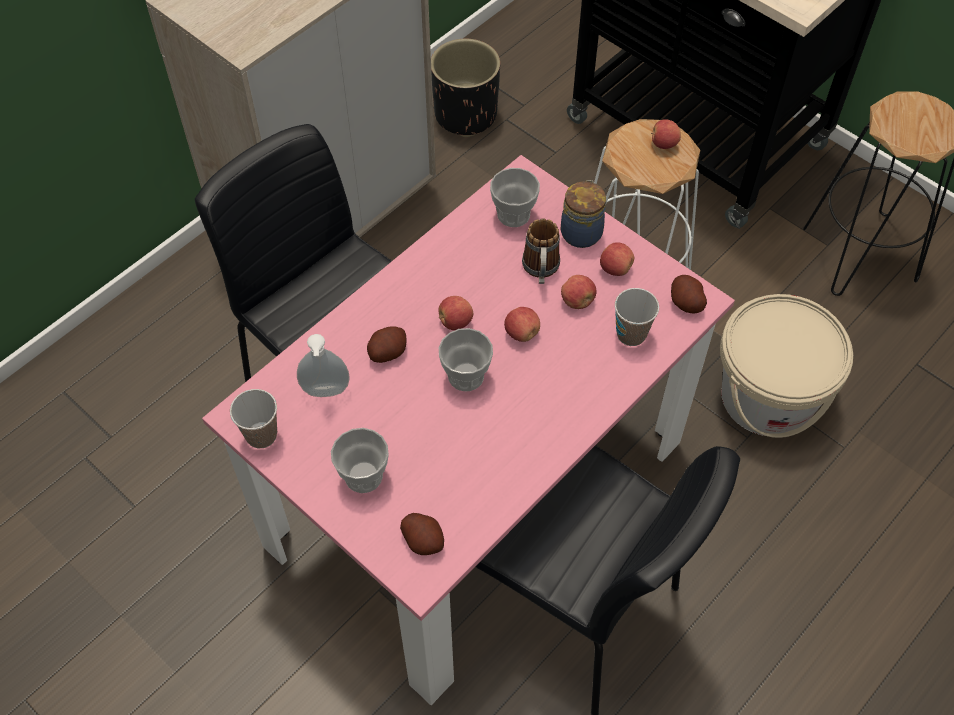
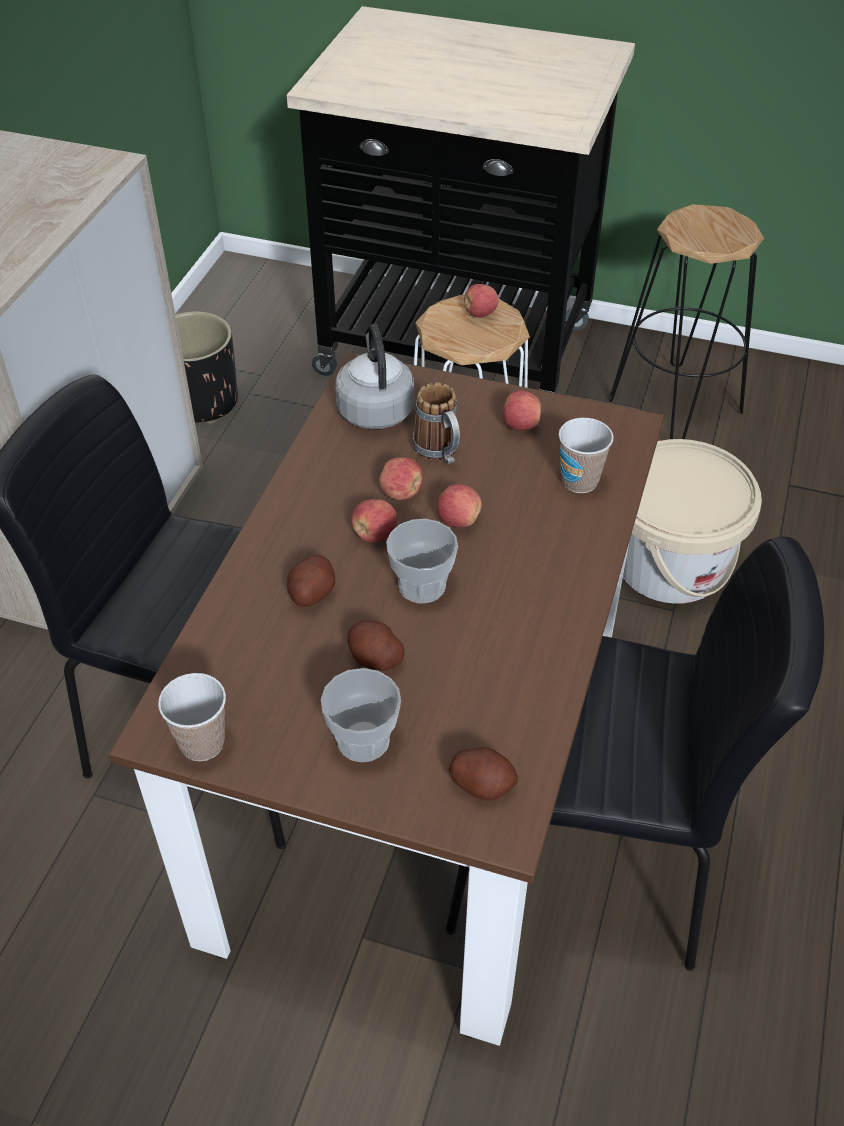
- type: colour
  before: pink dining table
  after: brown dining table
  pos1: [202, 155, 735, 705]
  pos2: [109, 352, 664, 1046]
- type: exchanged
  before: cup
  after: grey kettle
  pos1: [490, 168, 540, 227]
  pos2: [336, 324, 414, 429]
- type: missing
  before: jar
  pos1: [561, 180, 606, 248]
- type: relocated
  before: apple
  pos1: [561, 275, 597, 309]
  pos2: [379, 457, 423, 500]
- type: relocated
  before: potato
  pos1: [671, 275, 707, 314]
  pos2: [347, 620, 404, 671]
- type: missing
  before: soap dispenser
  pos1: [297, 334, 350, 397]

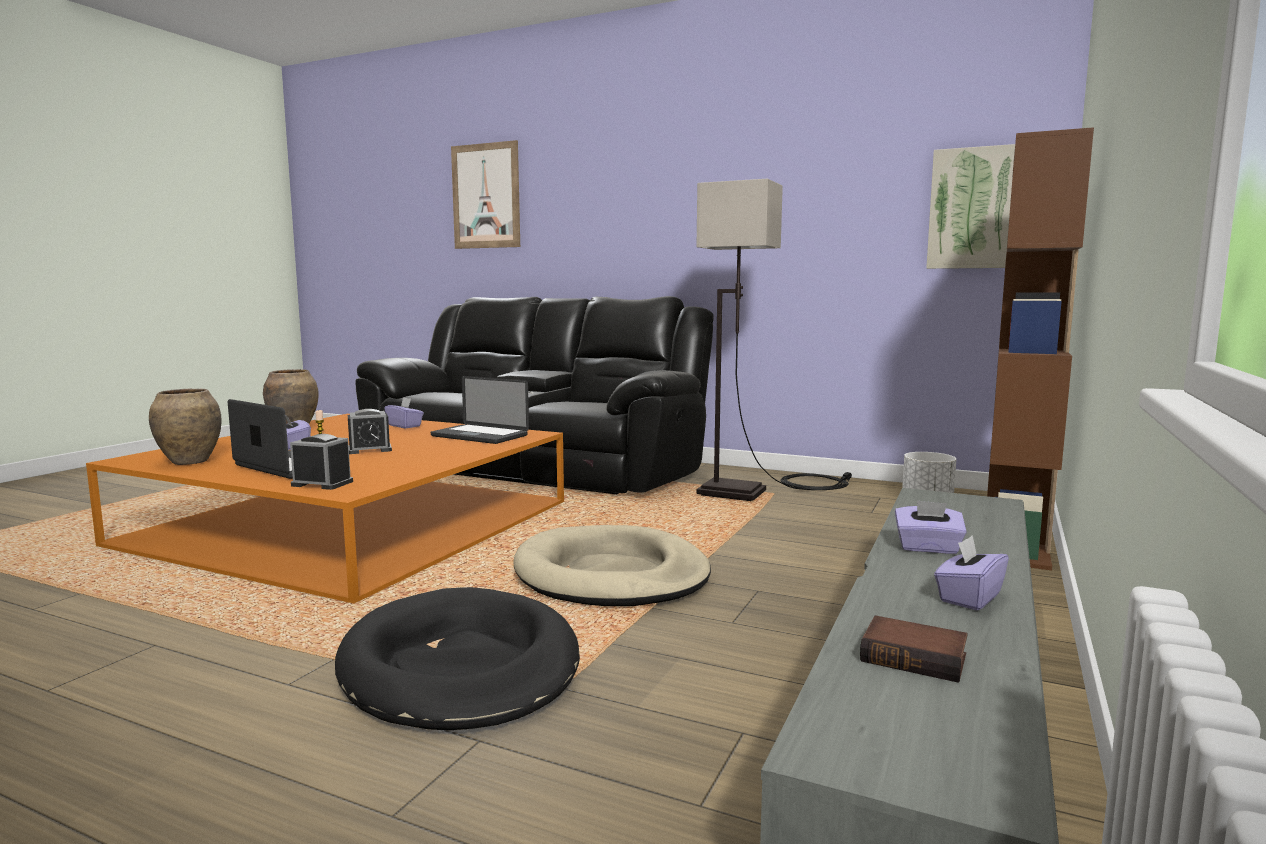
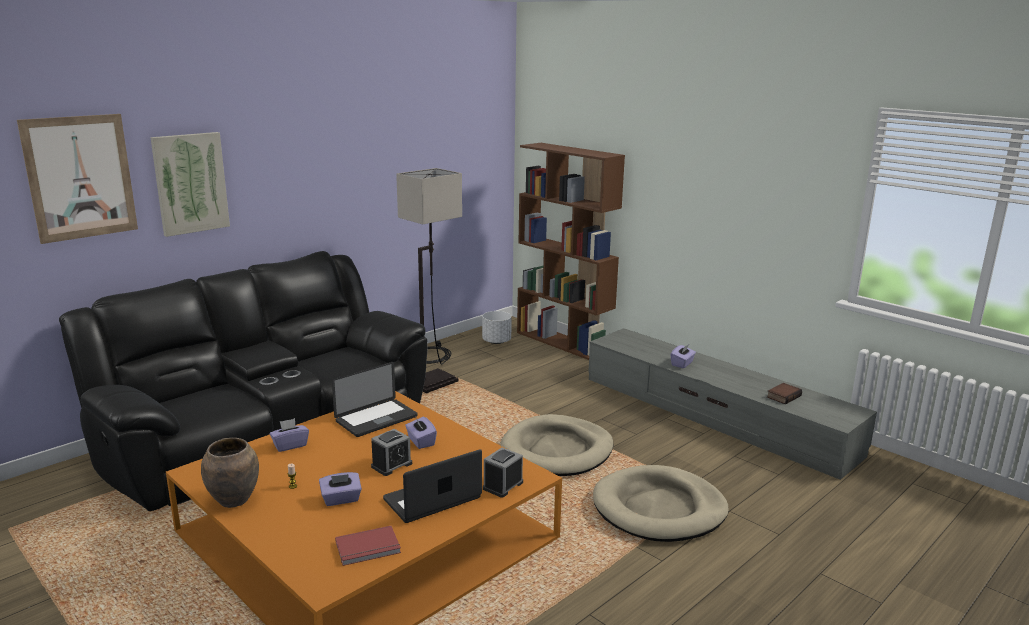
- type: relocated
  before: picture
  pos1: [926, 144, 1015, 269]
  pos2: [150, 132, 230, 237]
- type: exchanged
  before: brown vase
  after: red book
  pos1: [149, 389, 221, 465]
  pos2: [335, 526, 401, 566]
- type: spun
  before: alarm clock
  pos1: [348, 409, 392, 454]
  pos2: [371, 429, 412, 476]
  turn: 45
- type: relocated
  before: purple tissue box
  pos1: [934, 535, 1009, 610]
  pos2: [405, 417, 437, 449]
- type: colour
  before: black dog bed
  after: beige dog bed
  pos1: [335, 587, 580, 730]
  pos2: [593, 465, 729, 542]

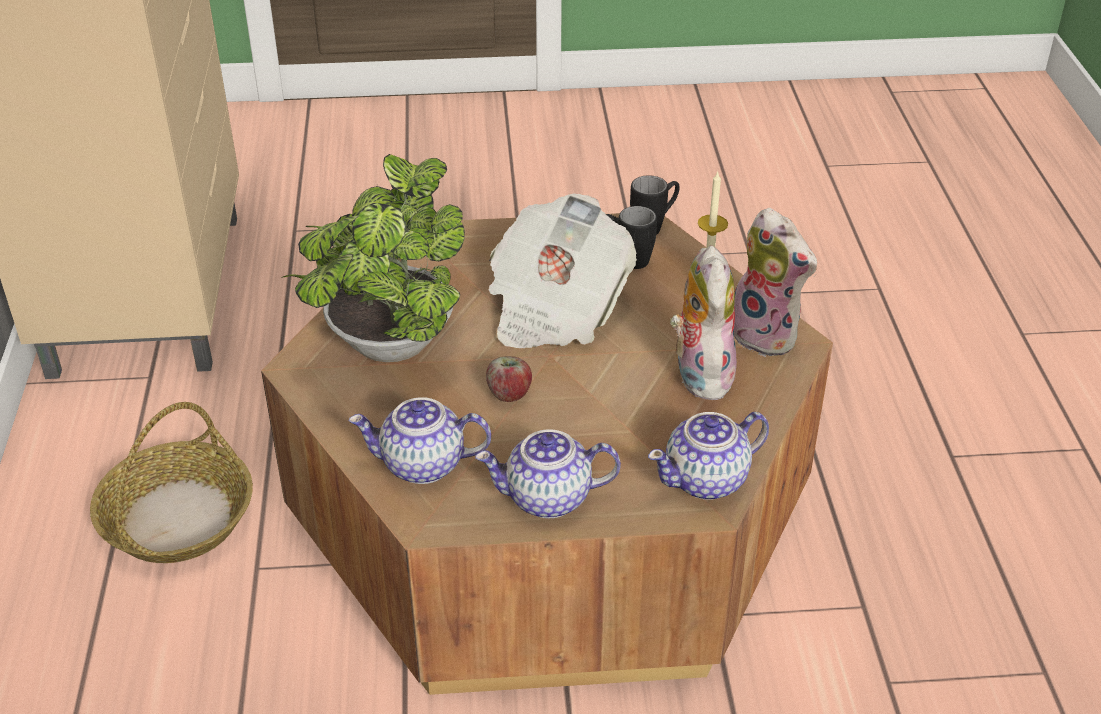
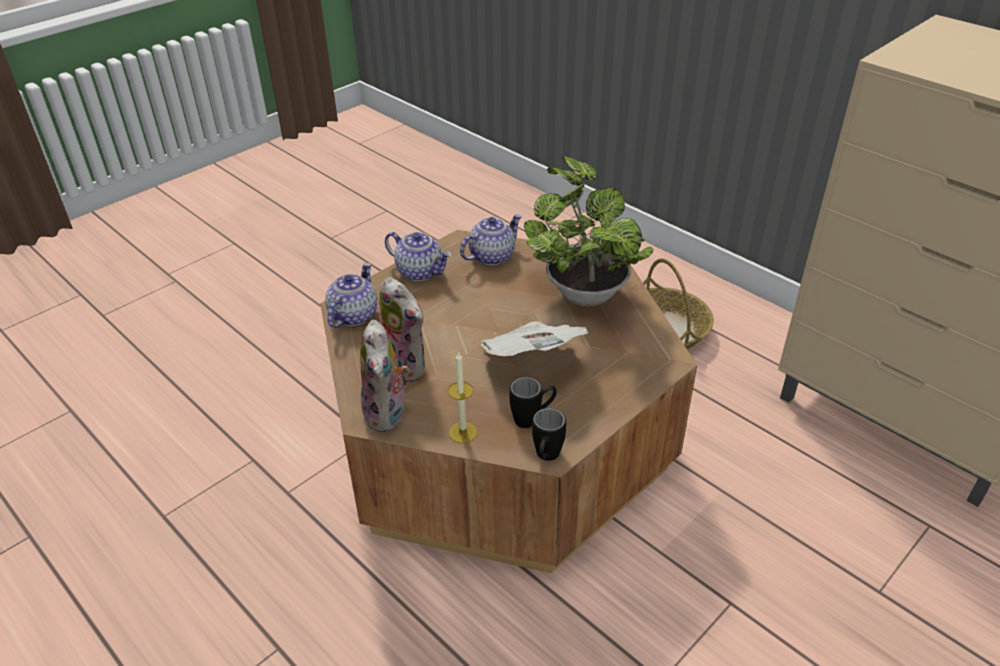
- type: spun
  before: plush toy
  pos1: [734, 208, 817, 357]
  pos2: [360, 320, 410, 432]
  turn: -105
- type: missing
  before: apple
  pos1: [486, 356, 532, 402]
- type: spun
  before: teapot
  pos1: [475, 429, 621, 518]
  pos2: [385, 232, 452, 281]
  turn: 75

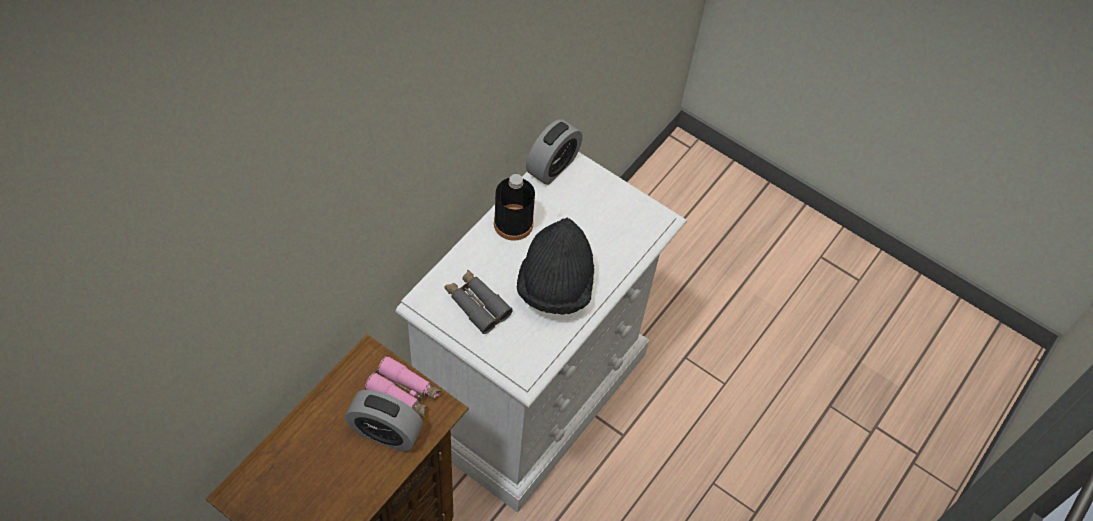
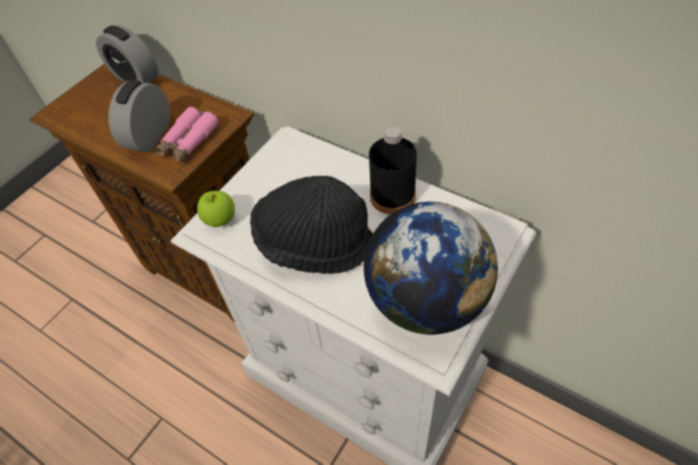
- type: relocated
  before: alarm clock
  pos1: [526, 119, 583, 185]
  pos2: [96, 25, 158, 83]
- type: missing
  before: grey binoculars
  pos1: [444, 269, 513, 334]
- type: appeared
  after: apple
  pos2: [197, 191, 235, 227]
- type: appeared
  after: globe
  pos2: [364, 201, 498, 335]

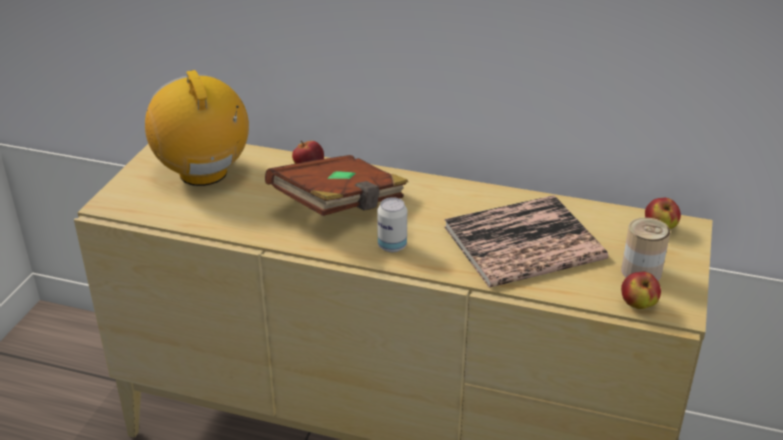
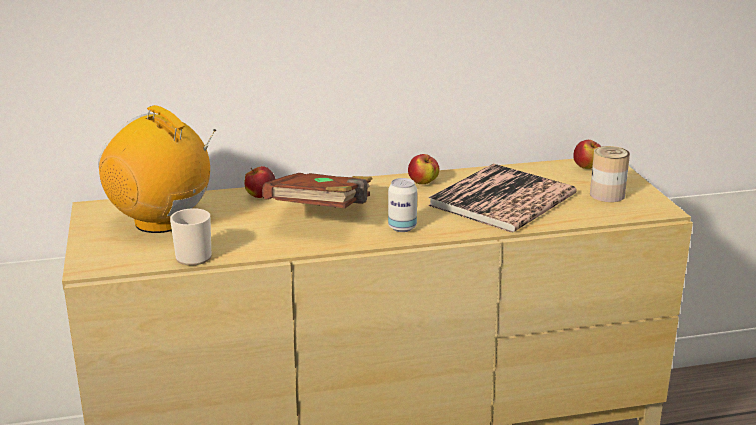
- type: relocated
  before: apple
  pos1: [621, 272, 661, 309]
  pos2: [408, 154, 439, 184]
- type: appeared
  after: mug
  pos2: [170, 208, 212, 265]

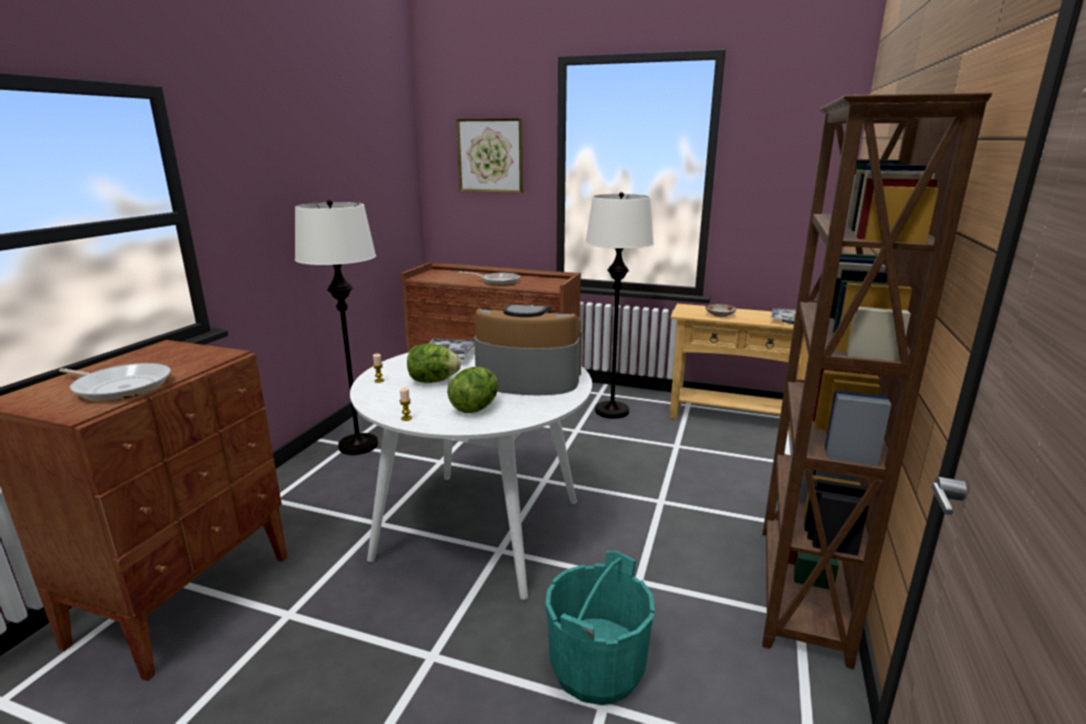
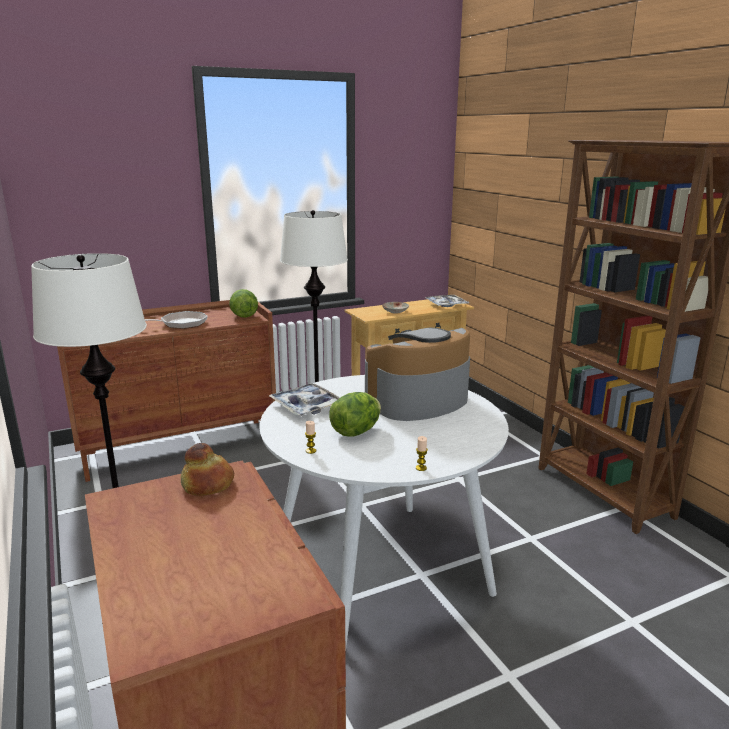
- type: missing
  before: picture
  pos1: [456, 118, 523, 193]
- type: missing
  before: frying pan
  pos1: [59, 363, 171, 401]
- type: relocated
  before: lettuce
  pos1: [447, 367, 498, 413]
  pos2: [229, 289, 258, 318]
- type: missing
  before: turquoise bucket
  pos1: [546, 551, 655, 705]
- type: appeared
  after: bread
  pos2: [181, 443, 234, 496]

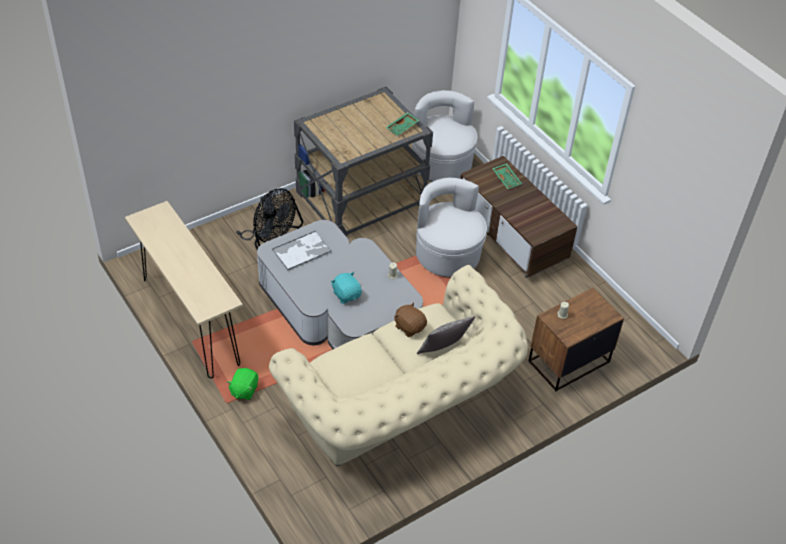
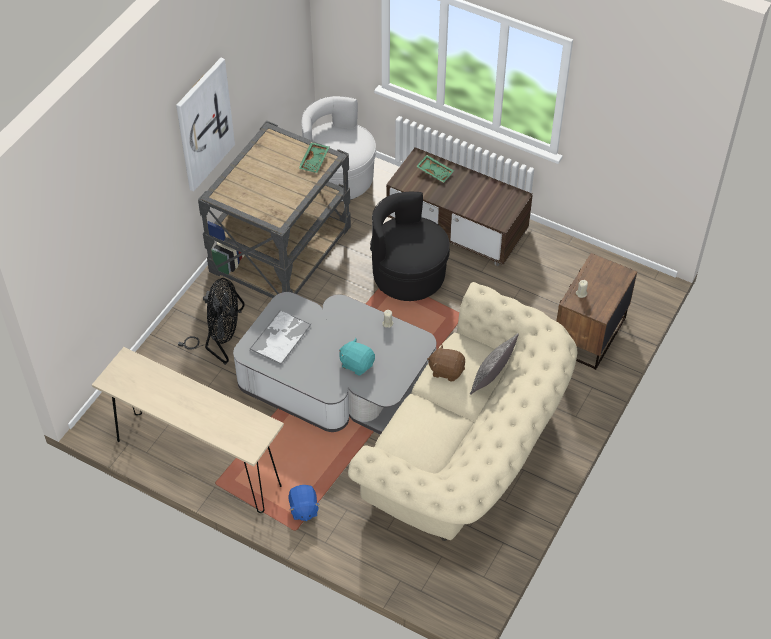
- type: colour
  before: white armchair
  after: black armchair
  pos1: [416, 178, 487, 277]
  pos2: [370, 192, 450, 301]
- type: colour
  before: green plush toy
  after: blue plush toy
  pos1: [227, 368, 258, 400]
  pos2: [288, 485, 320, 521]
- type: appeared
  after: picture
  pos2: [176, 58, 235, 191]

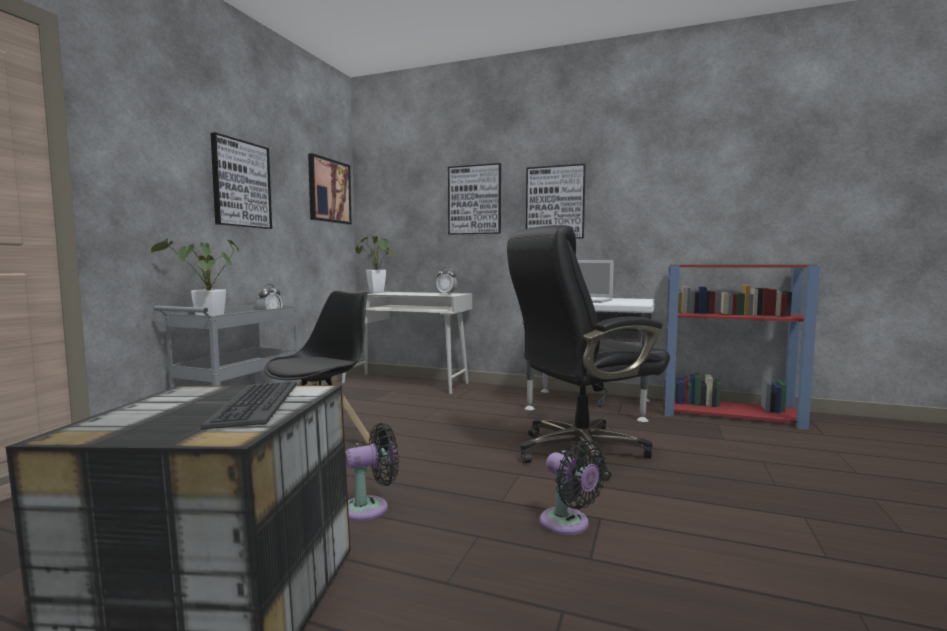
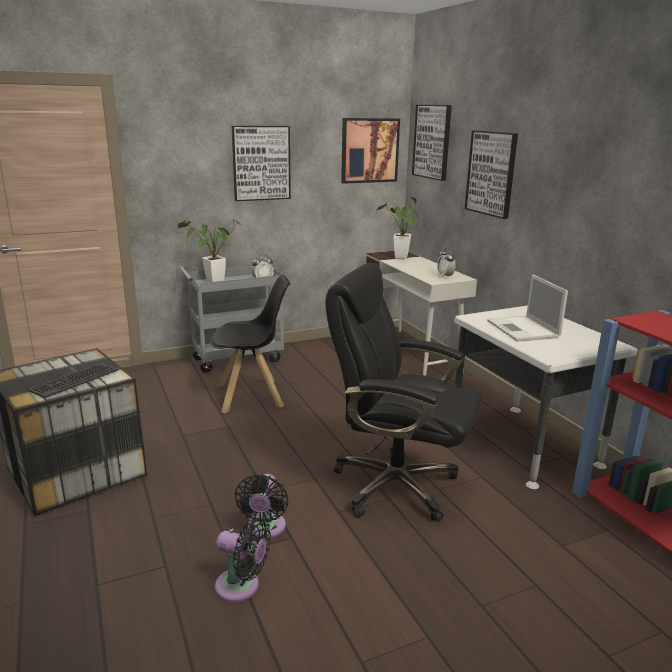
- type: relocated
  before: picture
  pos1: [526, 164, 586, 239]
  pos2: [412, 105, 452, 181]
- type: relocated
  before: black fan
  pos1: [345, 423, 399, 521]
  pos2: [215, 518, 271, 602]

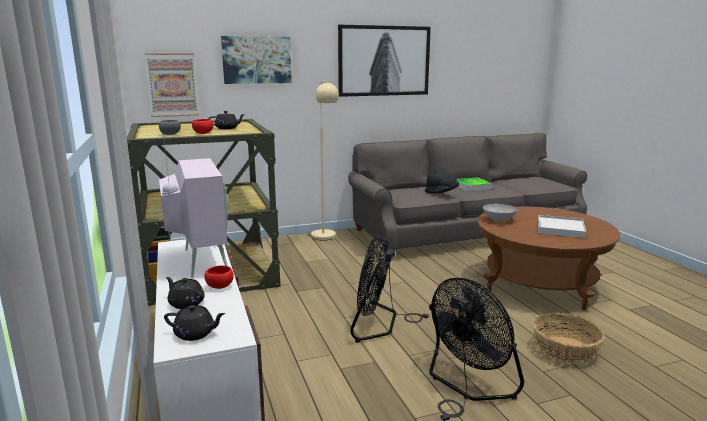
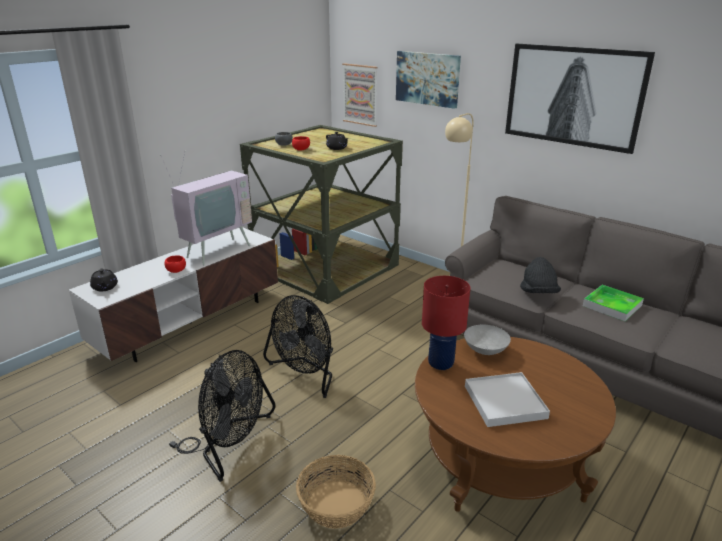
- type: spun
  before: black fan
  pos1: [350, 236, 430, 343]
  pos2: [263, 295, 333, 398]
  turn: -120
- type: missing
  before: black teapot
  pos1: [166, 277, 205, 309]
- type: appeared
  after: red table lamp
  pos2: [422, 276, 470, 370]

